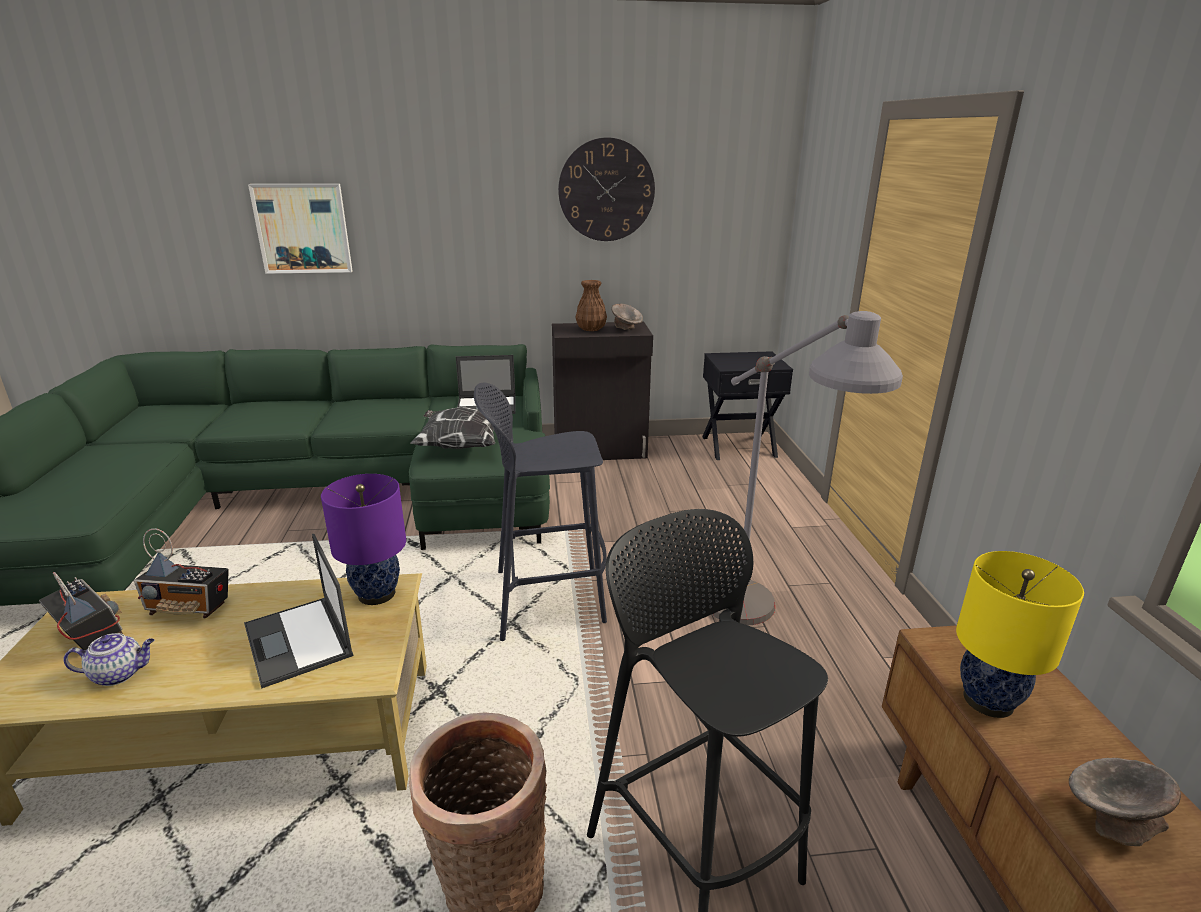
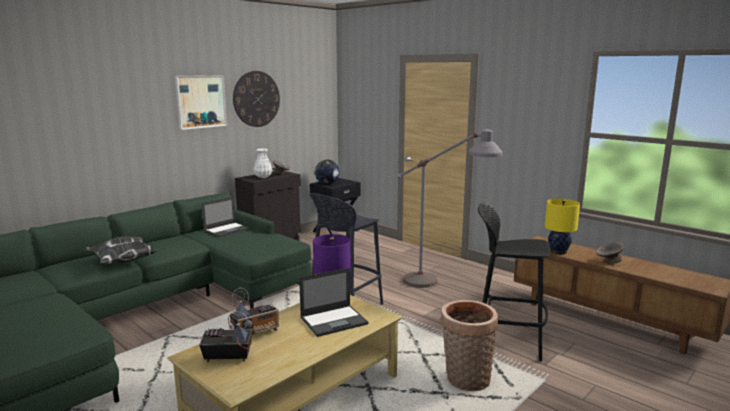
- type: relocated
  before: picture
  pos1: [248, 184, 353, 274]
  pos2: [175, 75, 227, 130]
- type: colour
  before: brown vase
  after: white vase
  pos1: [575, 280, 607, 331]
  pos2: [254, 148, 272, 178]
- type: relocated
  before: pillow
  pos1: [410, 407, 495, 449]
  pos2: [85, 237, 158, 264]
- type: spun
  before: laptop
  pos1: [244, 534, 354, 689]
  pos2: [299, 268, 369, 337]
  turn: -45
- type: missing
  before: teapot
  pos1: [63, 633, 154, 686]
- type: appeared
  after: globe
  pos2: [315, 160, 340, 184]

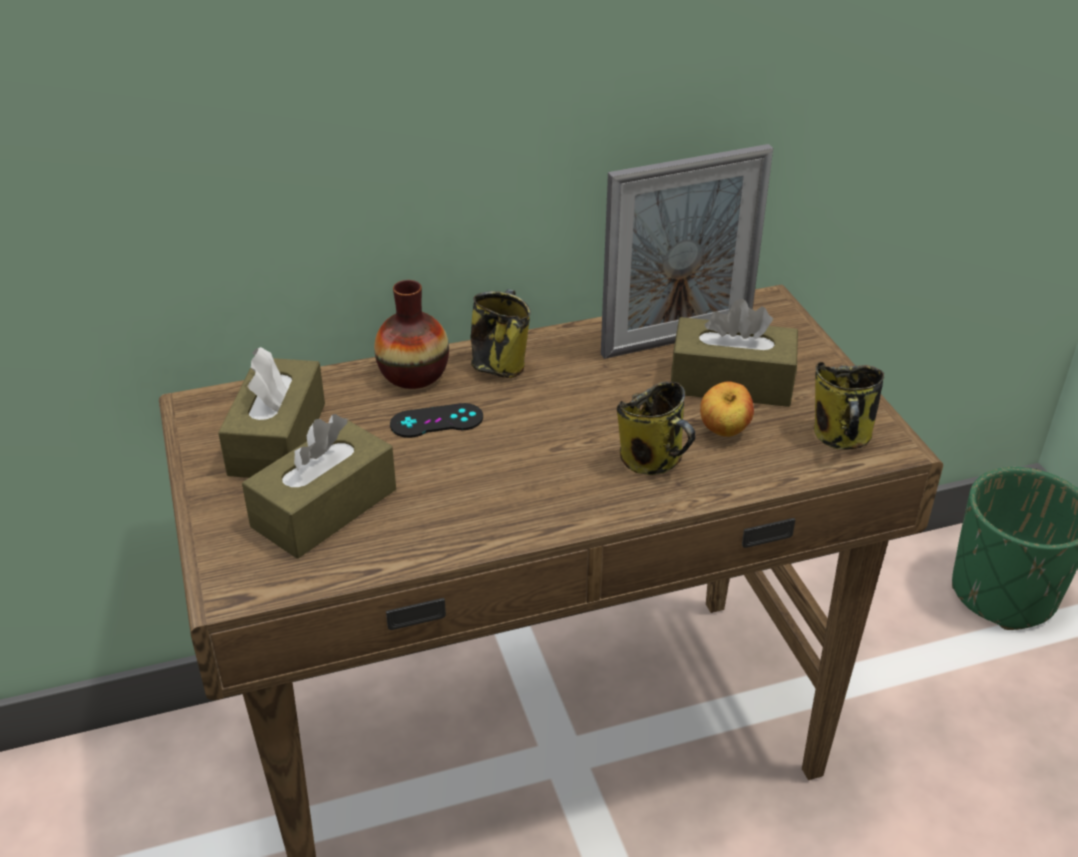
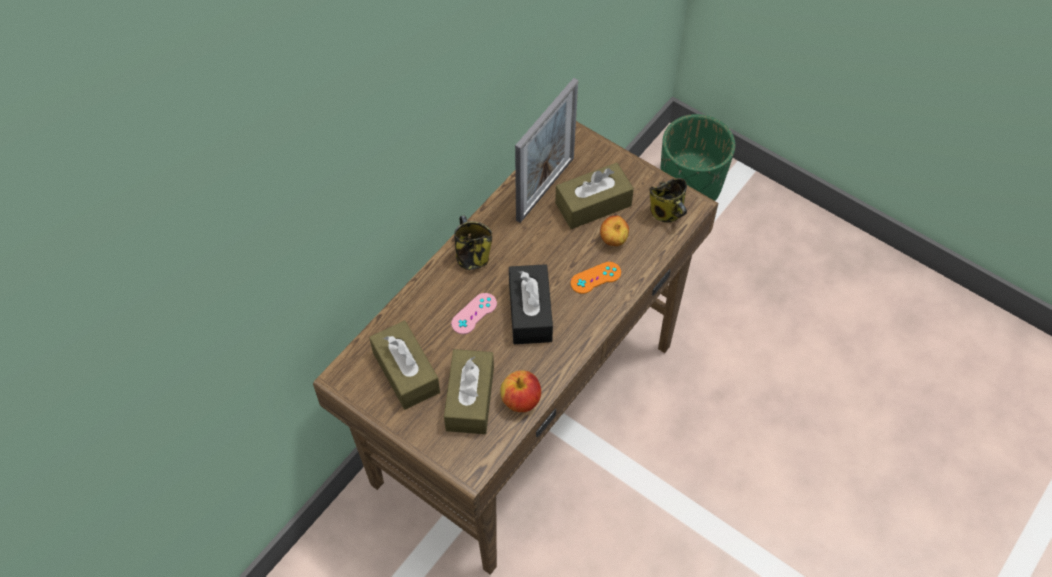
- type: missing
  before: vase
  pos1: [374, 280, 449, 389]
- type: exchanged
  before: mug
  after: orange game controller
  pos1: [617, 381, 696, 475]
  pos2: [571, 262, 621, 294]
- type: colour
  before: black game controller
  after: pink game controller
  pos1: [390, 403, 483, 438]
  pos2: [451, 293, 497, 334]
- type: appeared
  after: black tissue box
  pos2: [509, 264, 553, 344]
- type: appeared
  after: apple
  pos2: [500, 370, 541, 412]

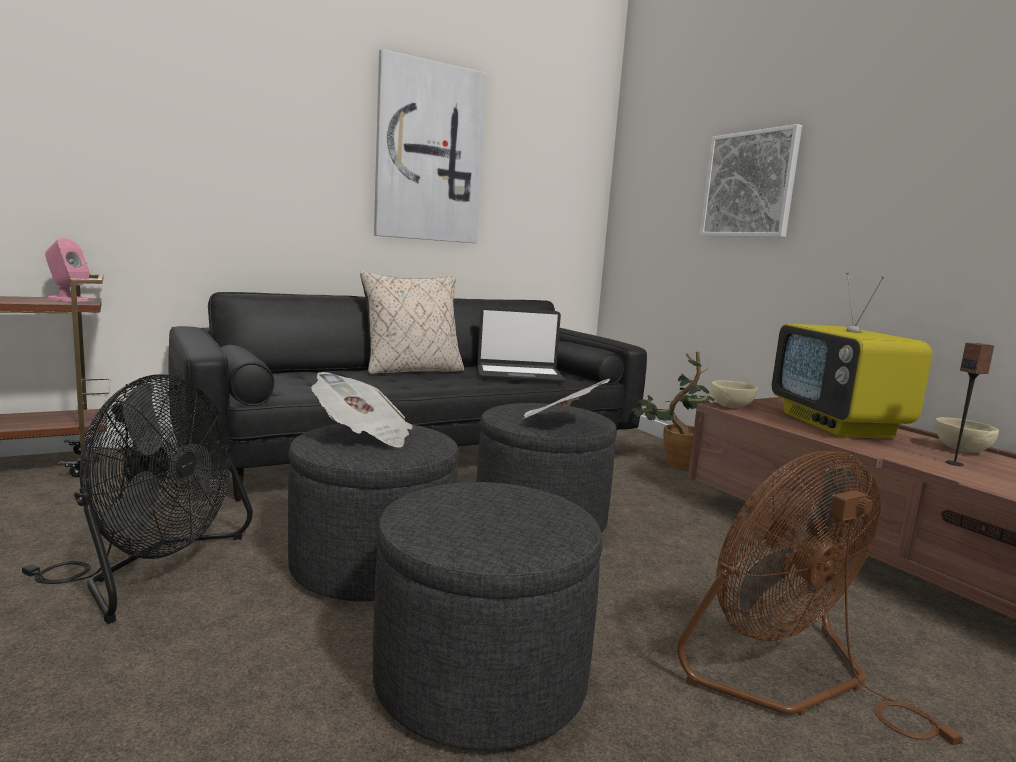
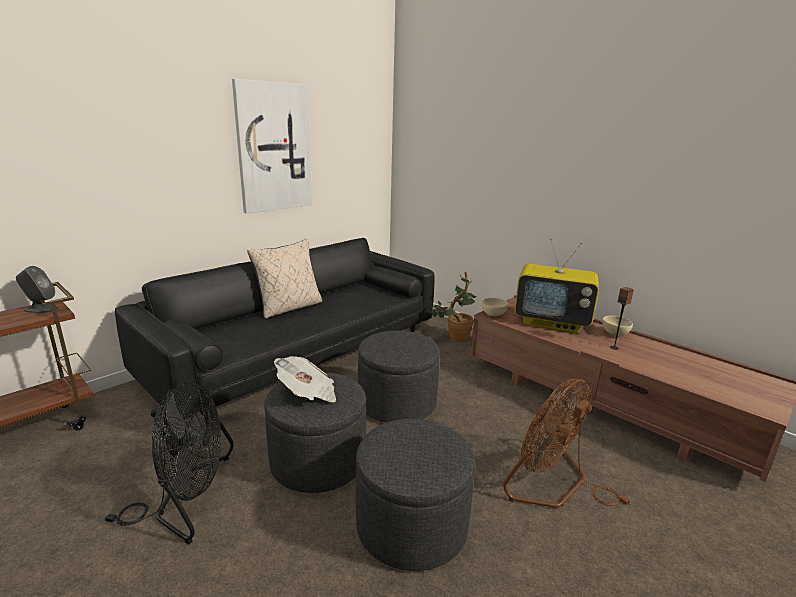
- type: missing
  before: picture
  pos1: [700, 124, 802, 237]
- type: colour
  before: pink speaker
  after: grey speaker
  pos1: [45, 238, 89, 301]
  pos2: [16, 266, 58, 313]
- type: spun
  before: television
  pos1: [772, 272, 933, 438]
  pos2: [515, 238, 599, 333]
  turn: -45
- type: missing
  before: laptop
  pos1: [477, 307, 565, 383]
- type: missing
  before: newspaper
  pos1: [523, 379, 610, 419]

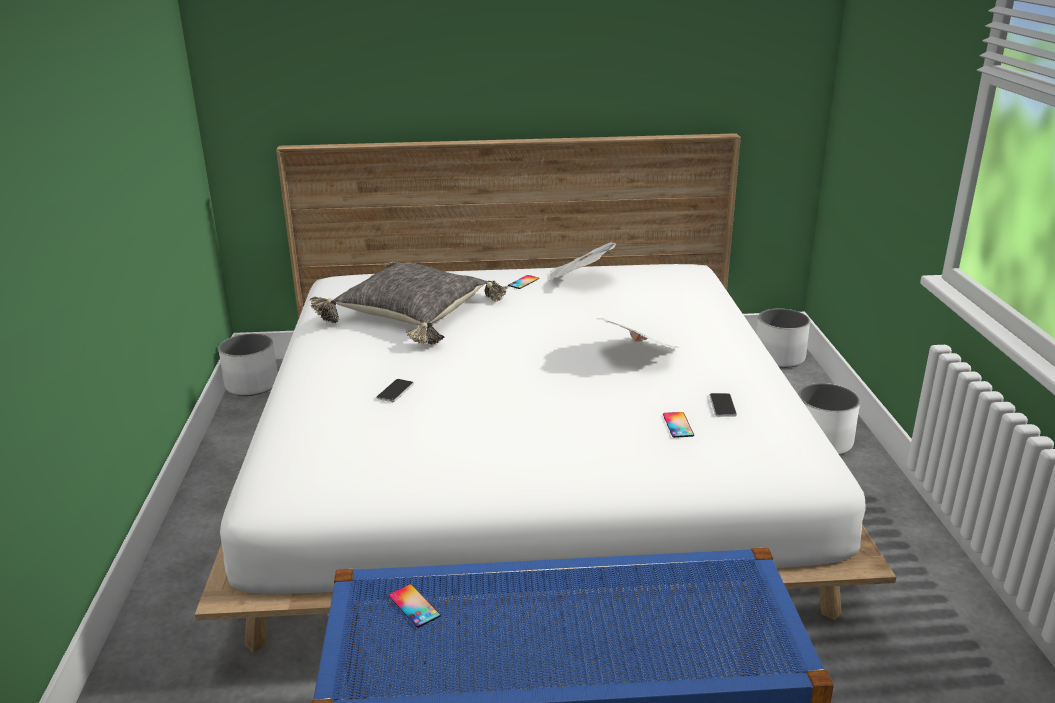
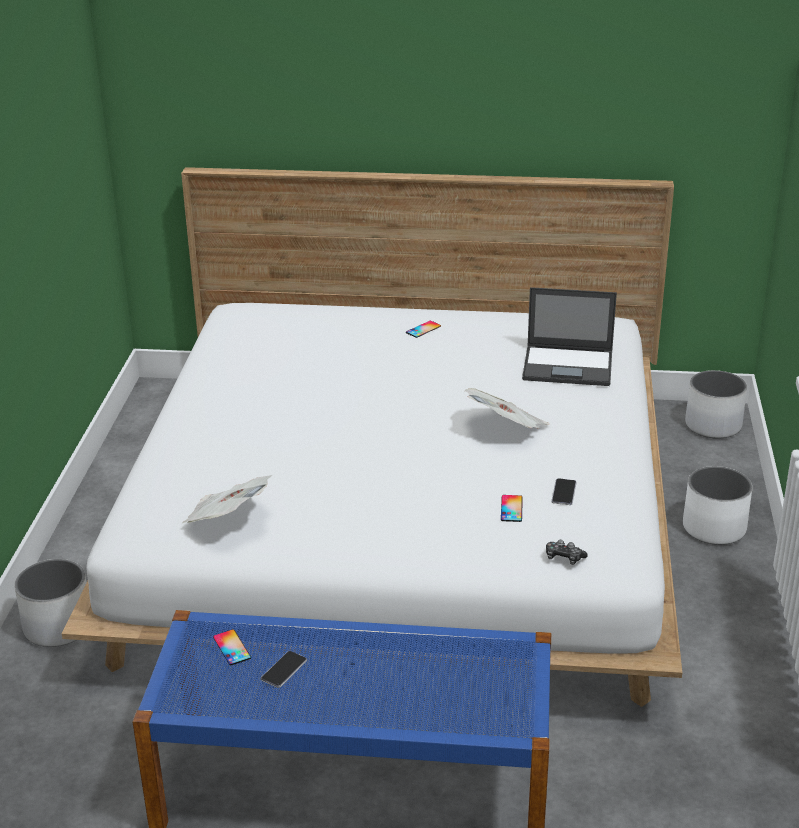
- type: relocated
  before: newspaper
  pos1: [549, 242, 616, 281]
  pos2: [182, 475, 272, 523]
- type: missing
  before: pillow
  pos1: [310, 260, 507, 345]
- type: relocated
  before: white planter
  pos1: [218, 334, 278, 396]
  pos2: [14, 559, 87, 647]
- type: relocated
  before: phone
  pos1: [376, 379, 414, 402]
  pos2: [261, 651, 307, 688]
- type: appeared
  after: laptop
  pos2: [522, 287, 617, 386]
- type: appeared
  after: game controller
  pos2: [546, 540, 588, 565]

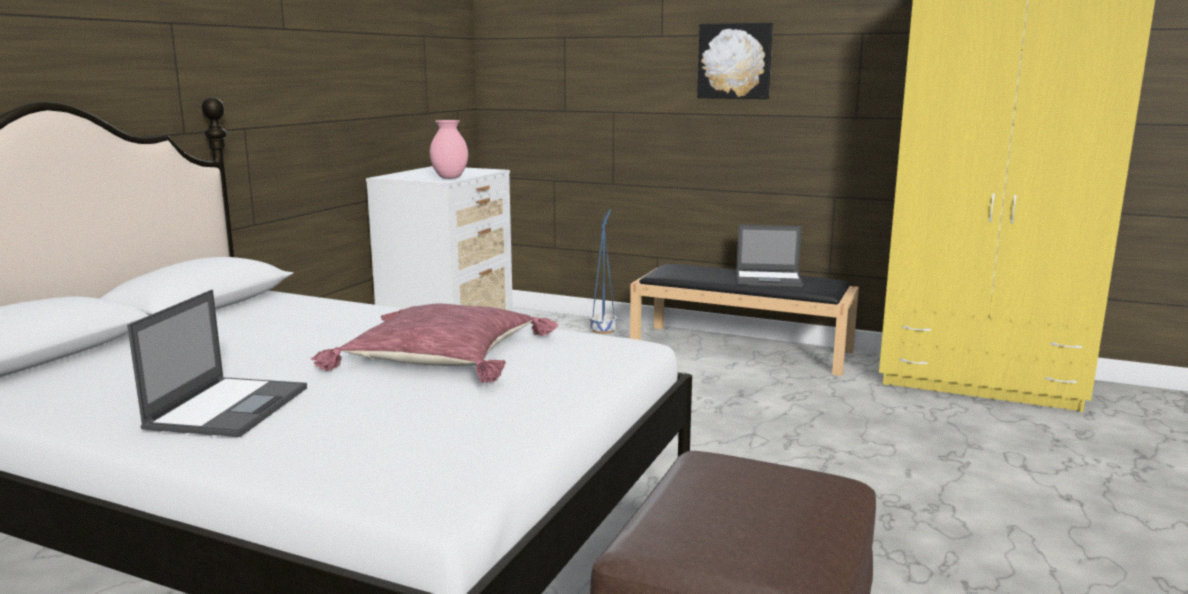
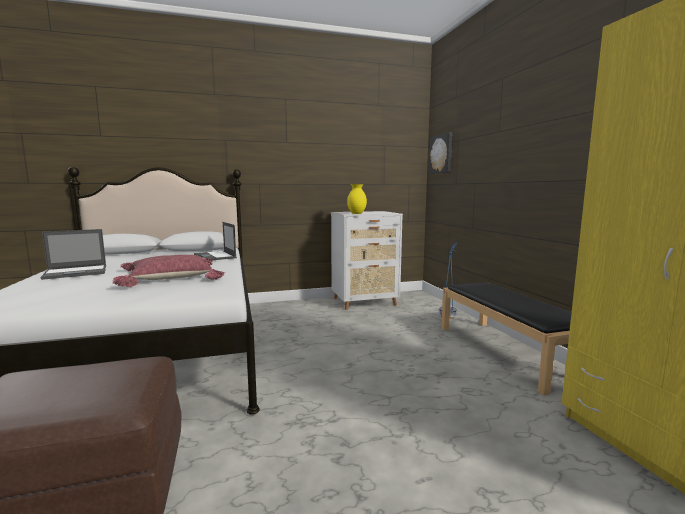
- type: relocated
  before: picture
  pos1: [697, 23, 773, 99]
  pos2: [429, 133, 452, 174]
- type: colour
  before: pink vase
  after: yellow vase
  pos1: [430, 120, 468, 179]
  pos2: [347, 184, 367, 214]
- type: relocated
  before: laptop
  pos1: [736, 225, 803, 287]
  pos2: [194, 222, 237, 260]

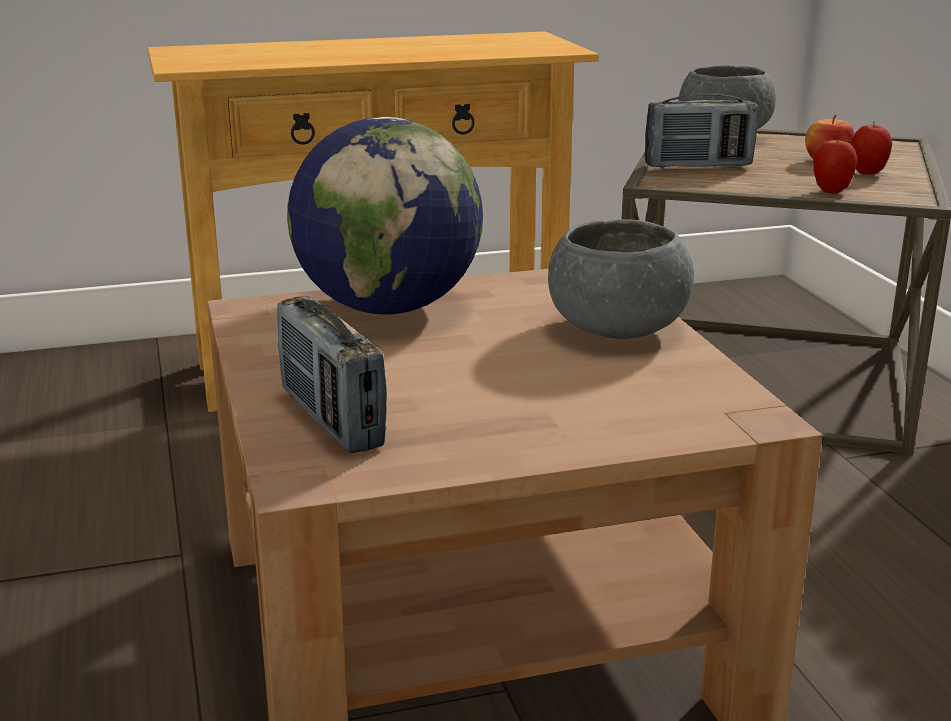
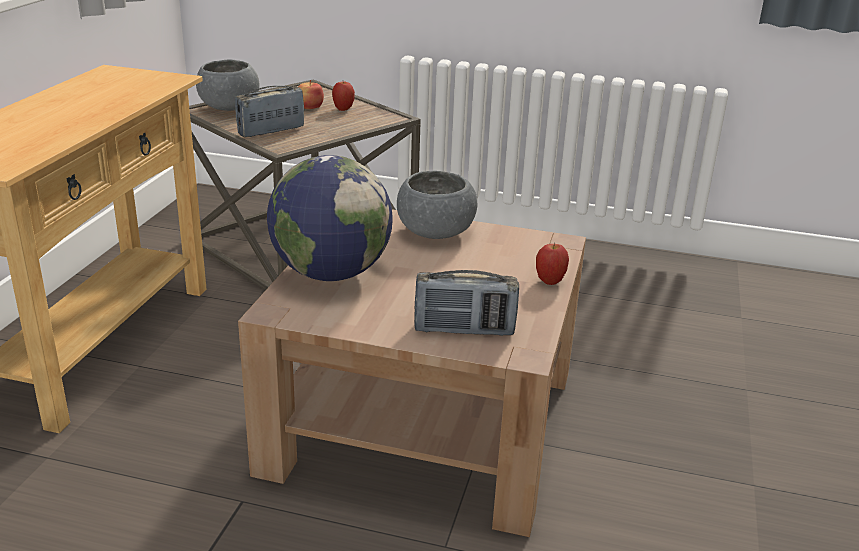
- type: spun
  before: radio
  pos1: [645, 93, 758, 168]
  pos2: [235, 86, 304, 137]
  turn: -150
- type: relocated
  before: apple
  pos1: [813, 138, 857, 194]
  pos2: [536, 243, 569, 285]

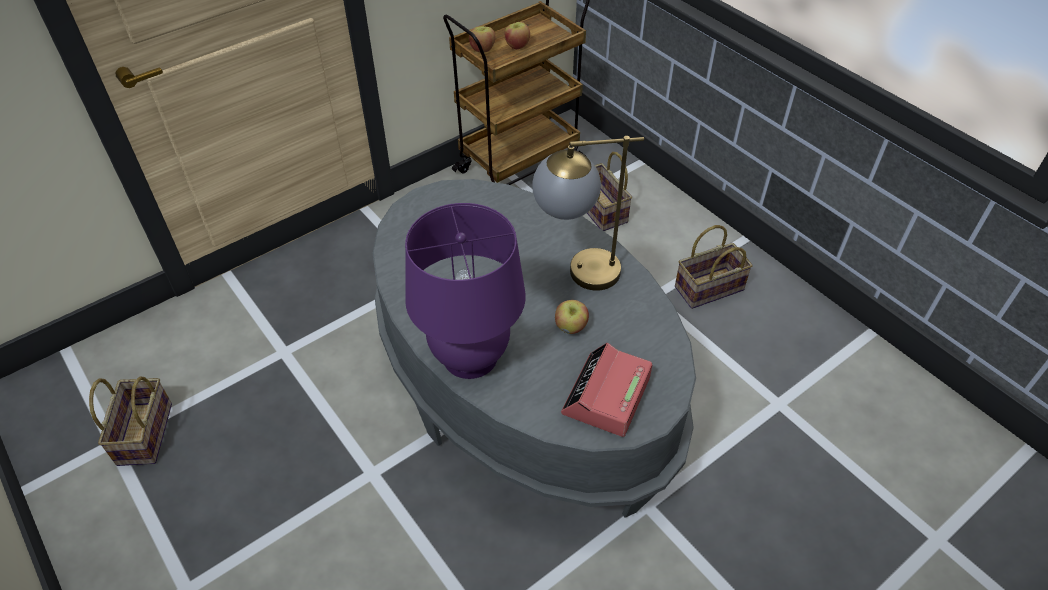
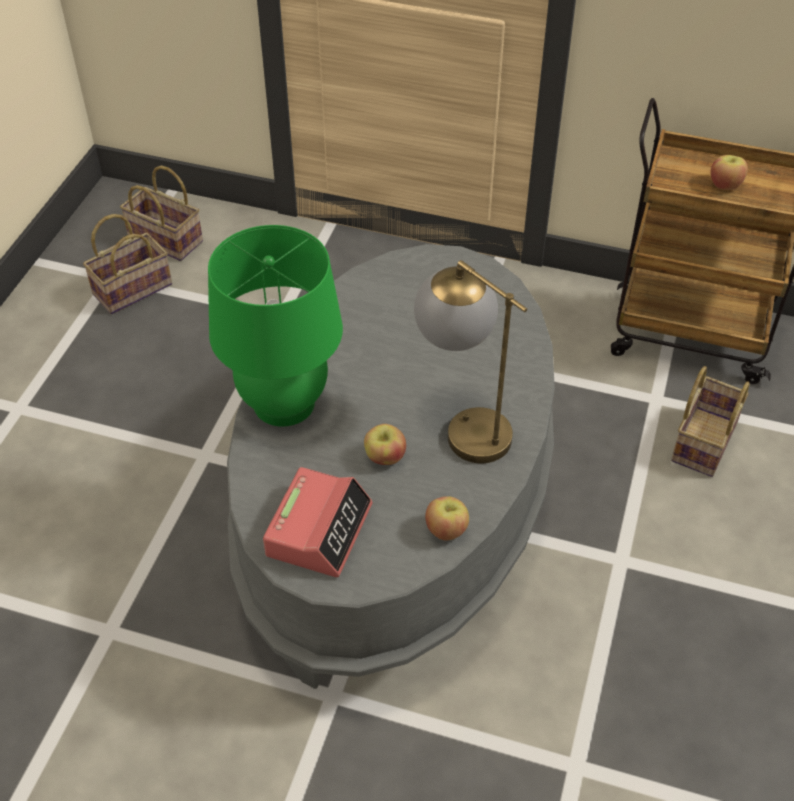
- type: relocated
  before: apple
  pos1: [469, 26, 496, 52]
  pos2: [425, 496, 469, 540]
- type: colour
  before: purple table lamp
  after: green table lamp
  pos1: [405, 203, 526, 379]
  pos2: [208, 225, 343, 427]
- type: relocated
  before: basket
  pos1: [675, 225, 753, 309]
  pos2: [120, 166, 203, 261]
- type: spun
  before: alarm clock
  pos1: [561, 343, 652, 437]
  pos2: [263, 467, 373, 577]
  turn: 120

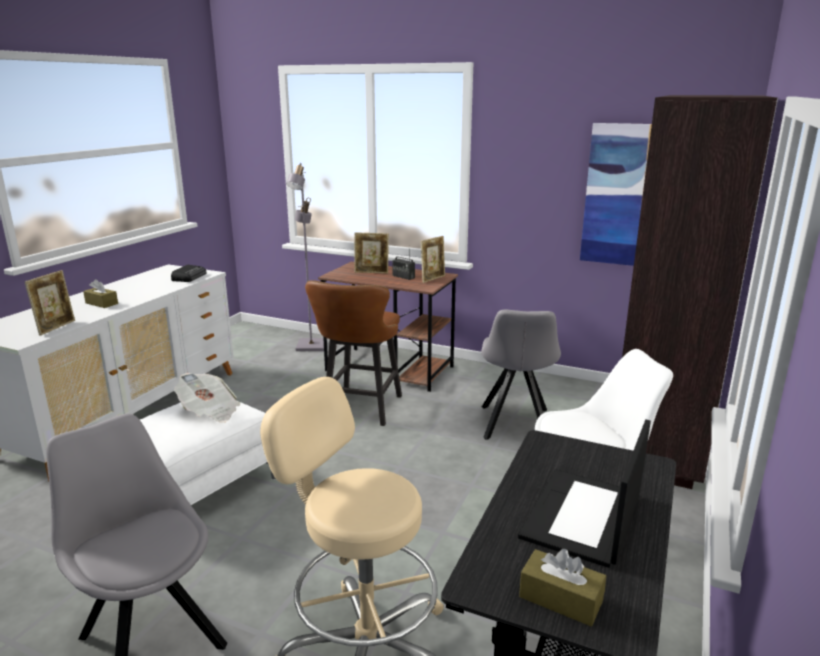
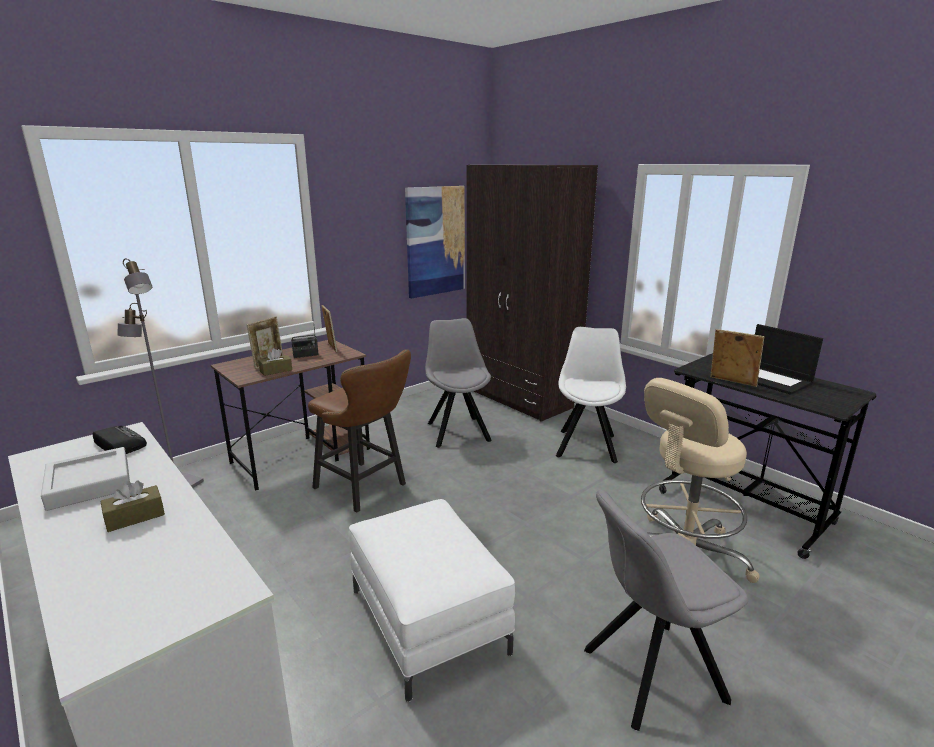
- type: relocated
  before: picture frame
  pos1: [25, 270, 75, 336]
  pos2: [710, 329, 764, 387]
- type: spun
  before: grey chair
  pos1: [481, 310, 561, 440]
  pos2: [425, 318, 491, 448]
  turn: -135
- type: missing
  before: newspaper
  pos1: [174, 373, 241, 423]
- type: relocated
  before: brown tissue box
  pos1: [519, 549, 606, 626]
  pos2: [258, 348, 292, 376]
- type: appeared
  after: grey tray
  pos2: [41, 447, 130, 511]

